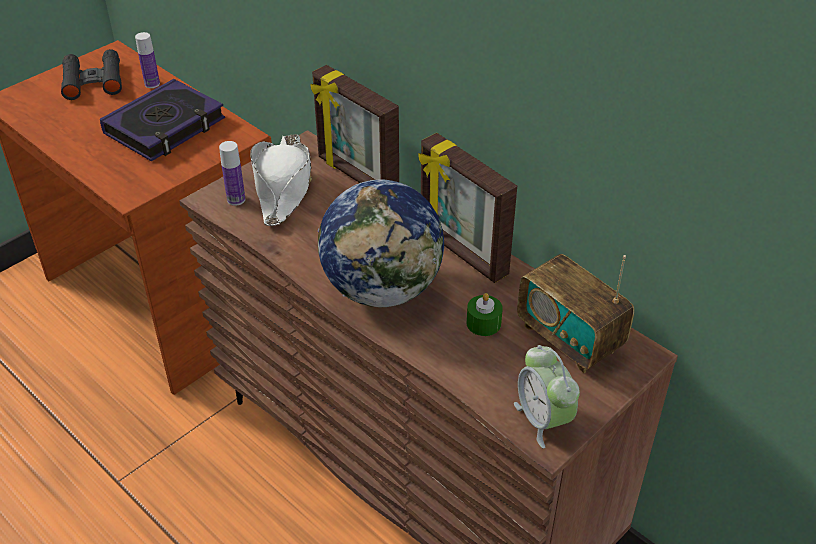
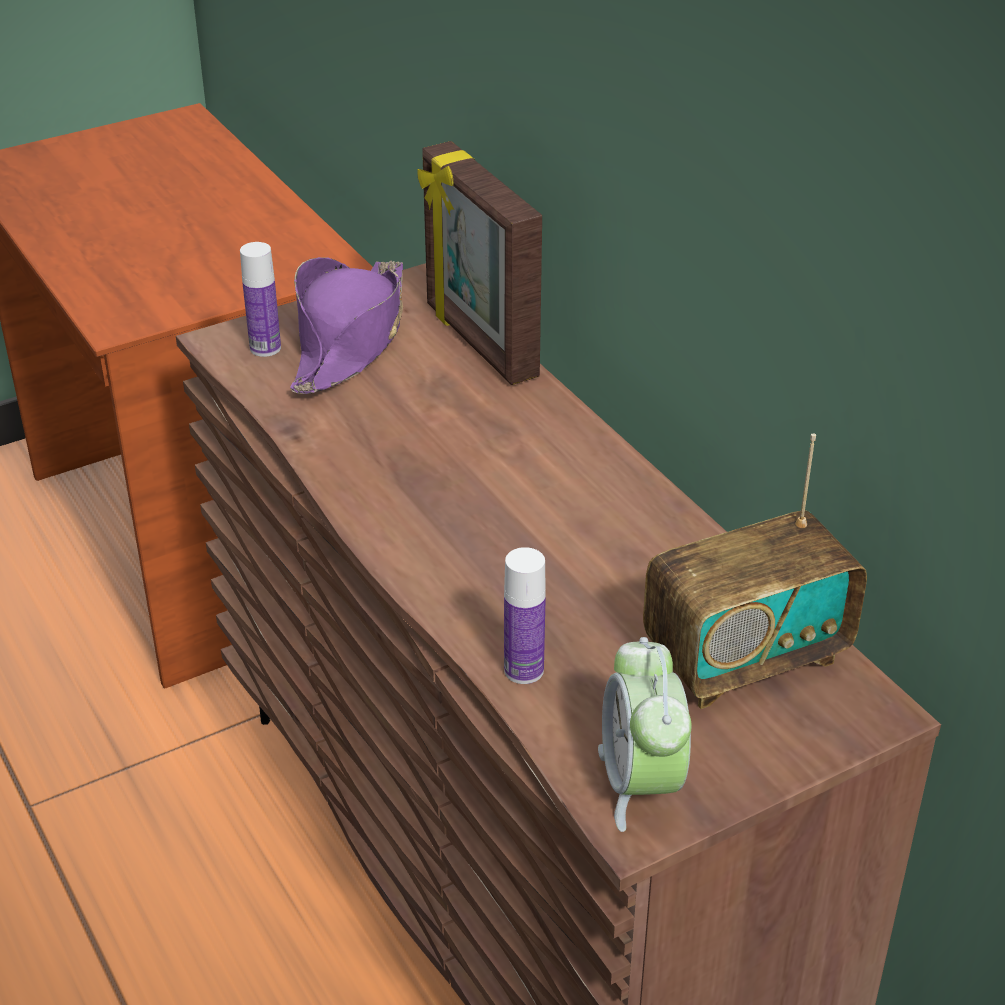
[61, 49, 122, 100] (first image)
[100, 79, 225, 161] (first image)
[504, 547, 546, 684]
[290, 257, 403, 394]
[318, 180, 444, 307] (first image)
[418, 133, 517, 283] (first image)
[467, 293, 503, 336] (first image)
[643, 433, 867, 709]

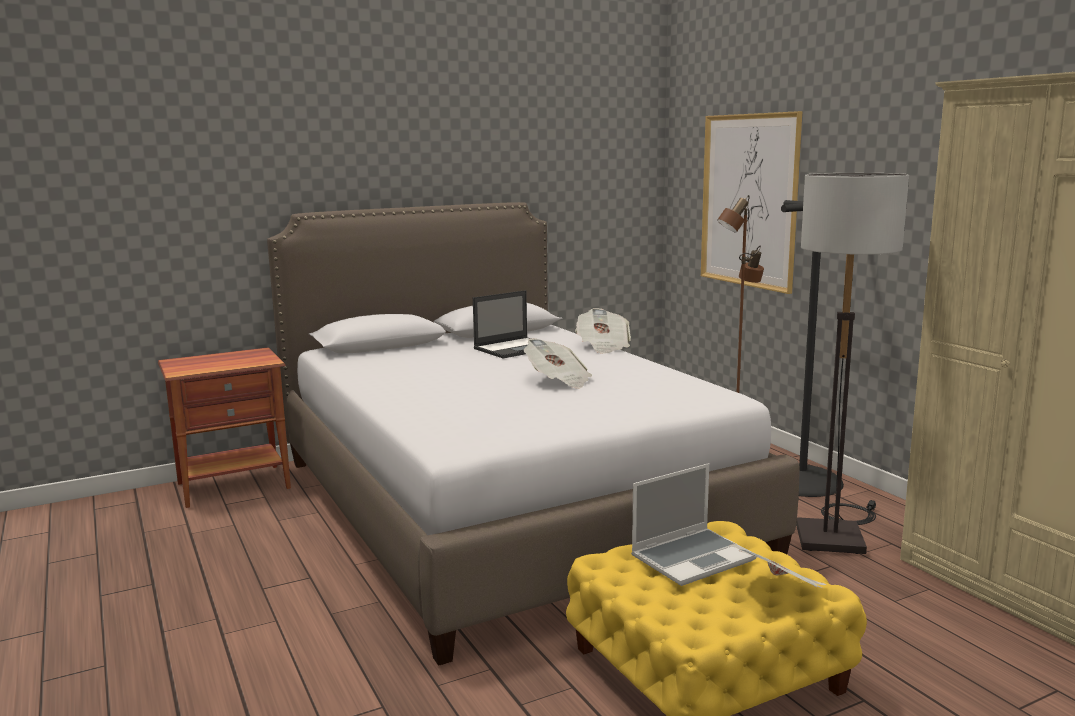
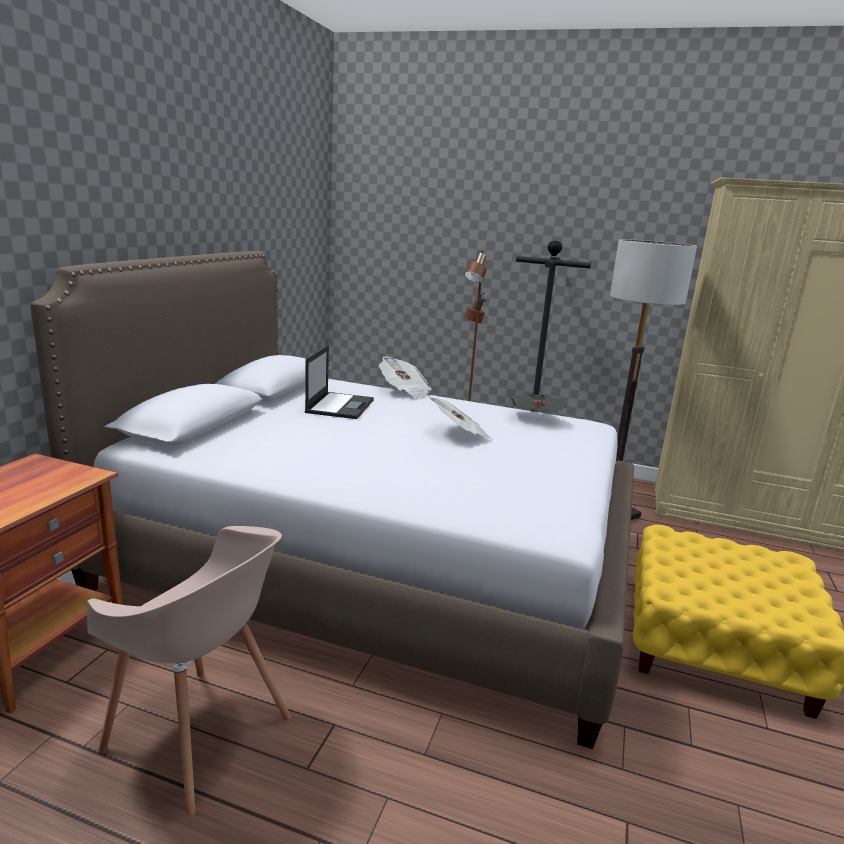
[631, 463, 757, 586] (first image)
[701, 111, 802, 294] (first image)
[509, 394, 567, 412]
[87, 526, 291, 816]

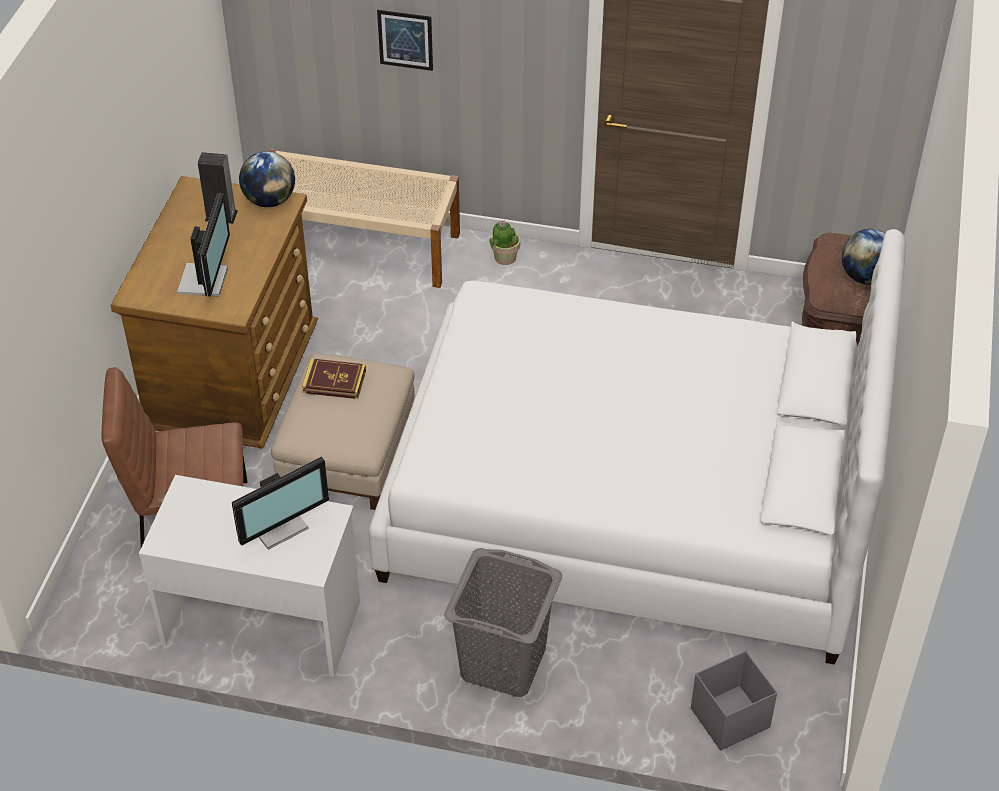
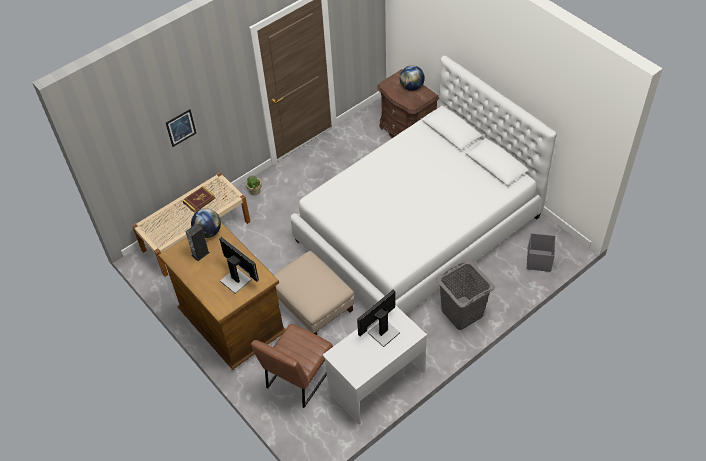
[357, 289, 400, 347]
[183, 186, 216, 213]

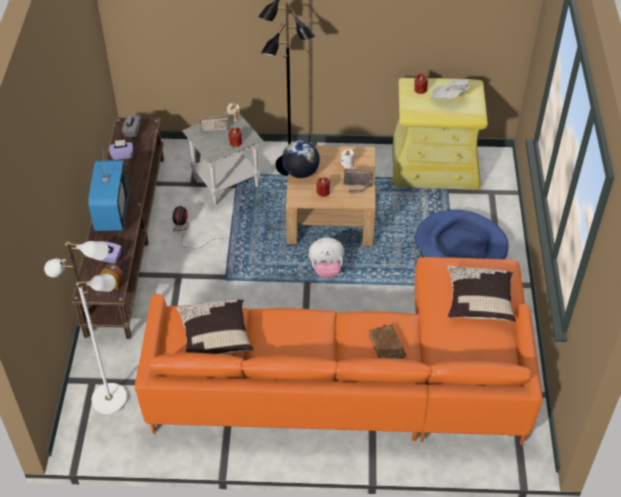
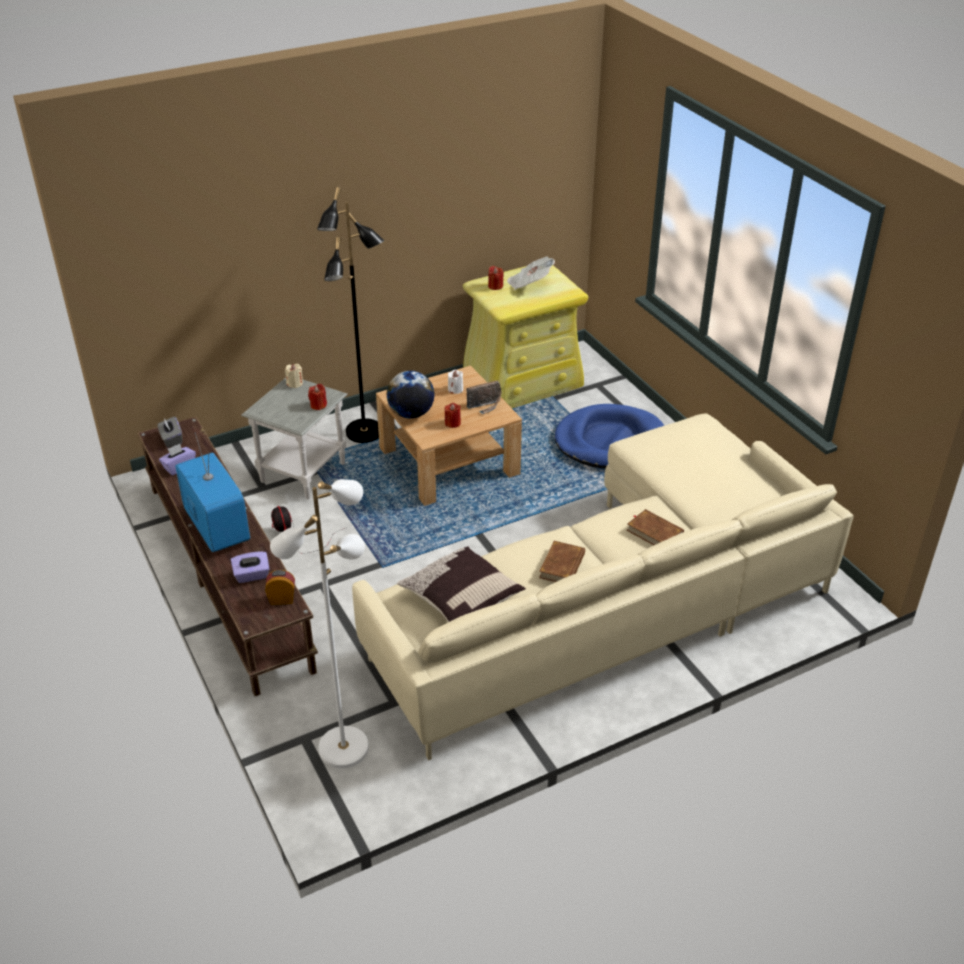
[352, 413, 854, 761]
[200, 115, 229, 133] (first image)
[309, 237, 344, 278] (first image)
[447, 266, 516, 322] (first image)
[539, 541, 585, 582]

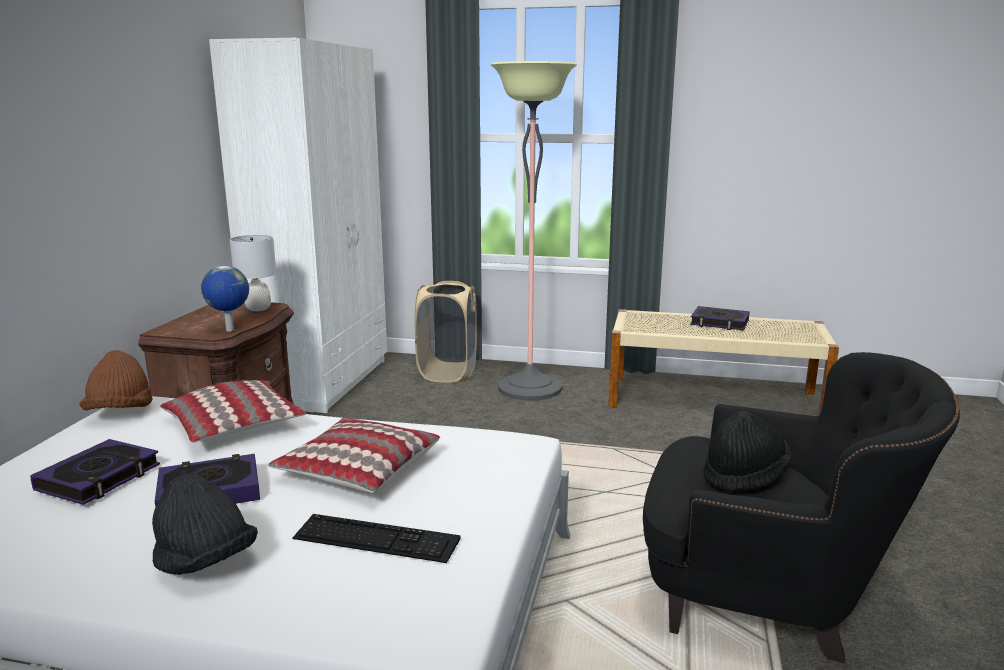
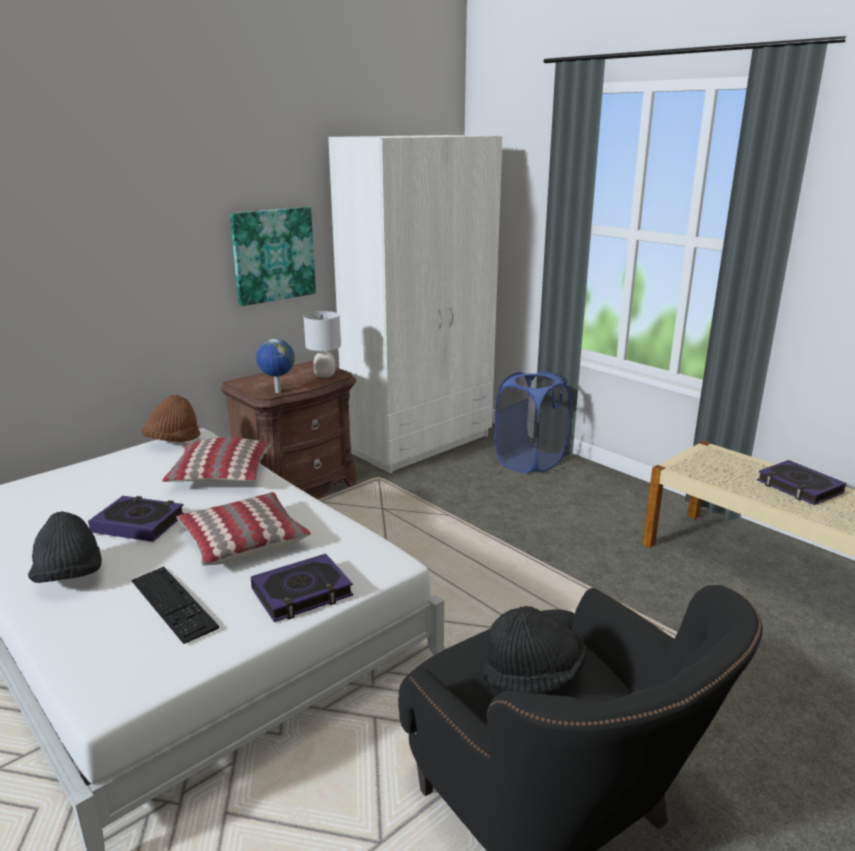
[251, 554, 353, 622]
[494, 371, 570, 473]
[491, 61, 577, 401] (first image)
[230, 207, 316, 306]

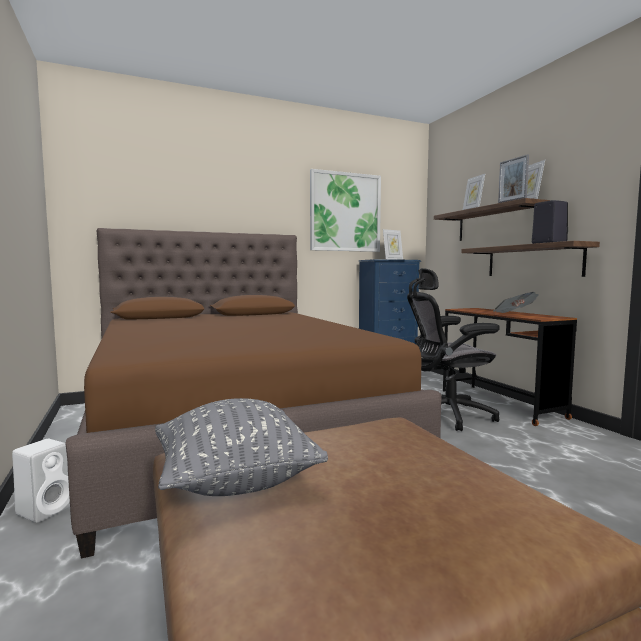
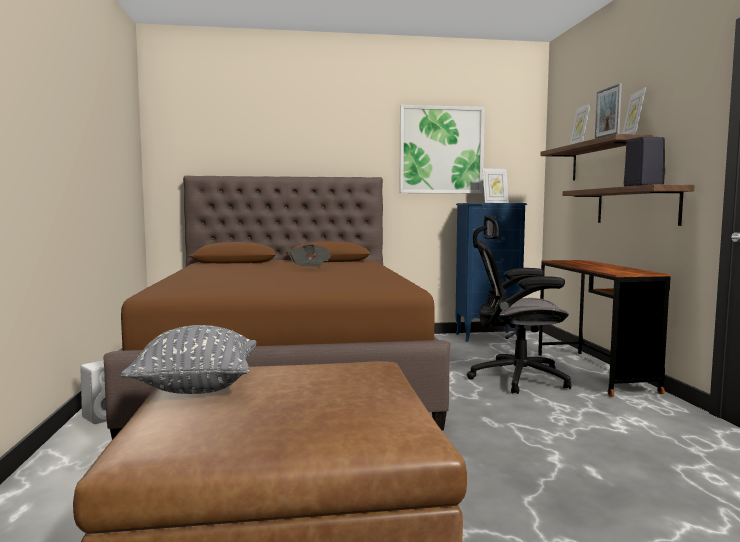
[288, 245, 332, 267]

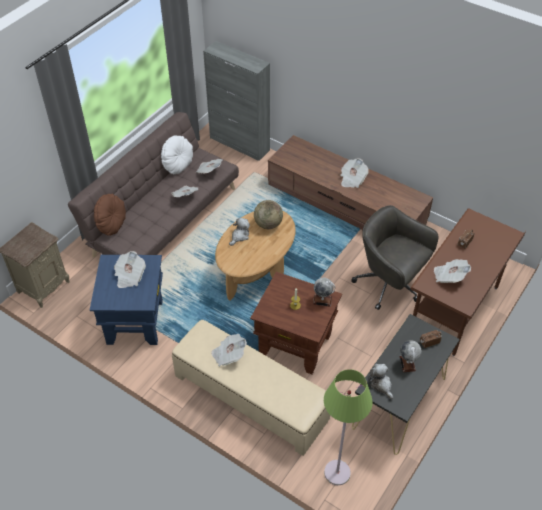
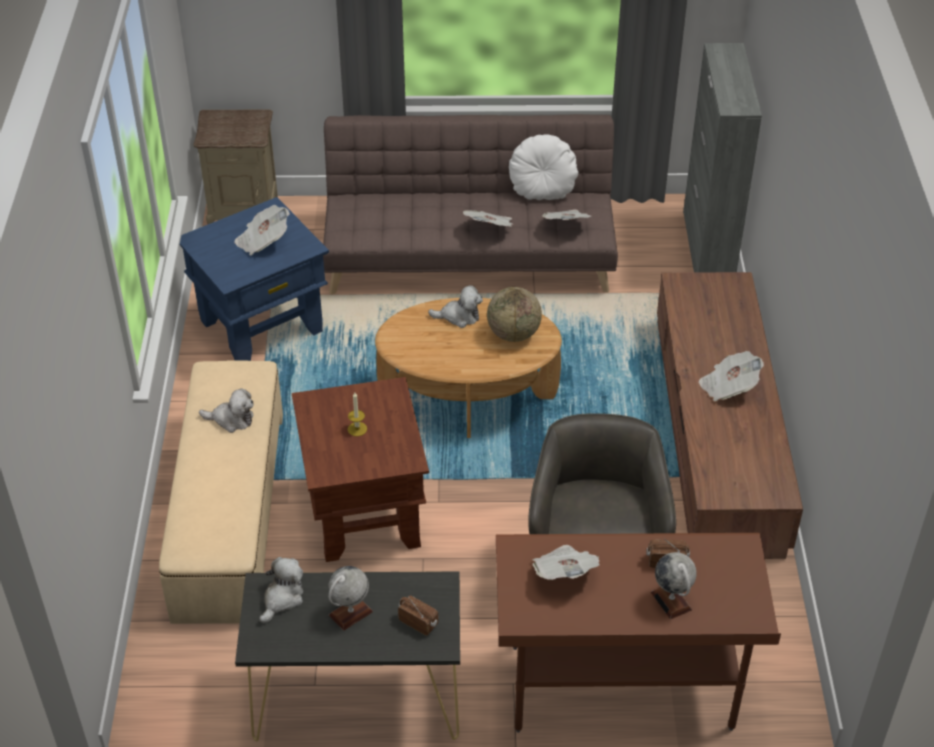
[94, 194, 126, 236] (first image)
[199, 388, 254, 433]
[651, 552, 696, 619]
[324, 369, 372, 485] (first image)

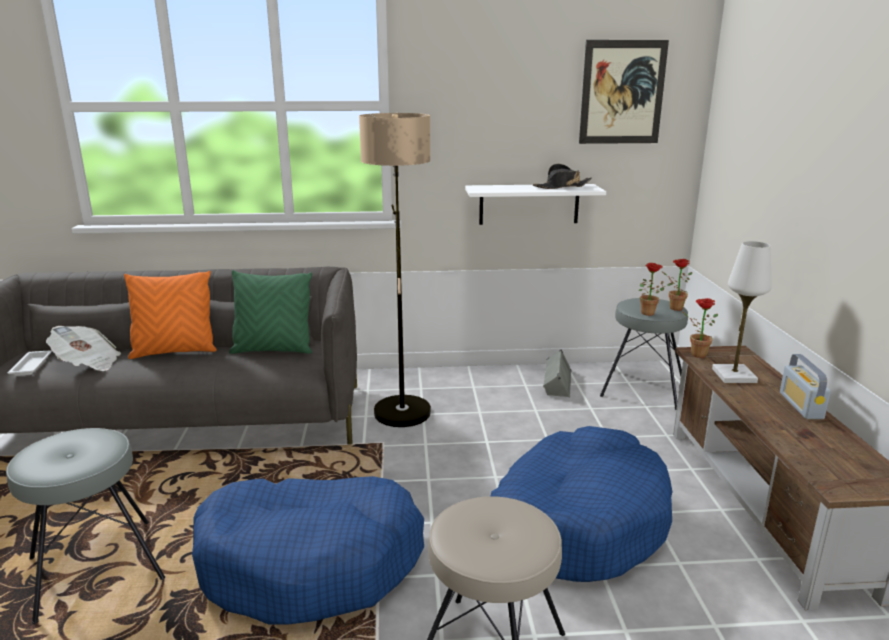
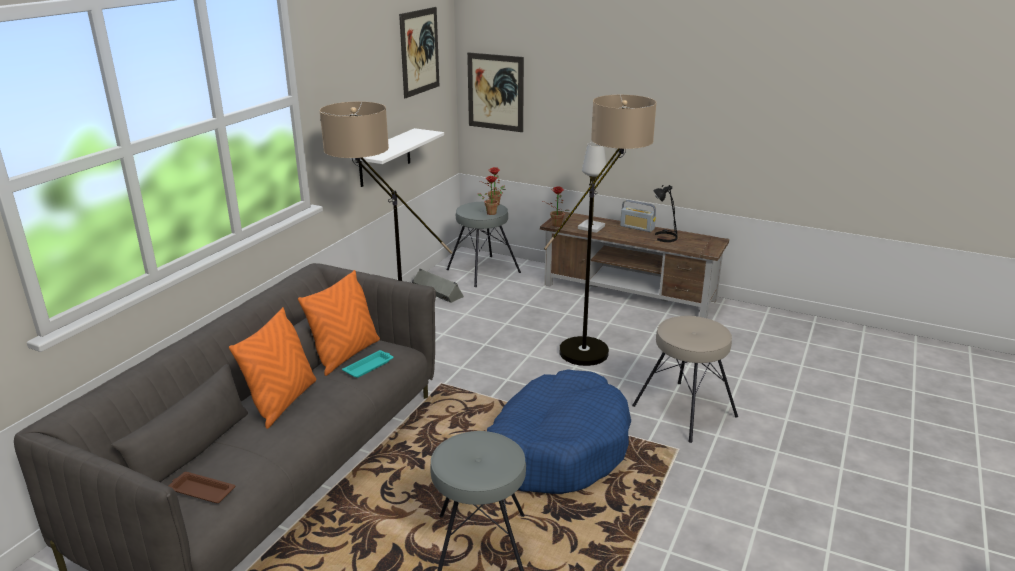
[169, 472, 235, 503]
[46, 326, 121, 371] (first image)
[298, 270, 380, 376]
[544, 95, 657, 366]
[533, 164, 592, 189] (first image)
[342, 350, 393, 378]
[467, 52, 524, 132]
[653, 185, 678, 242]

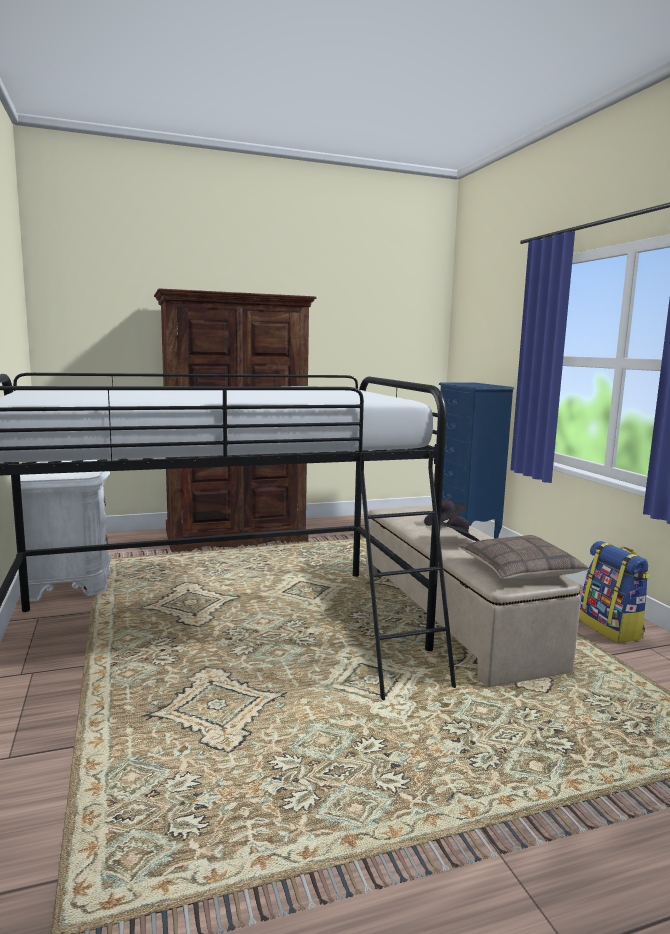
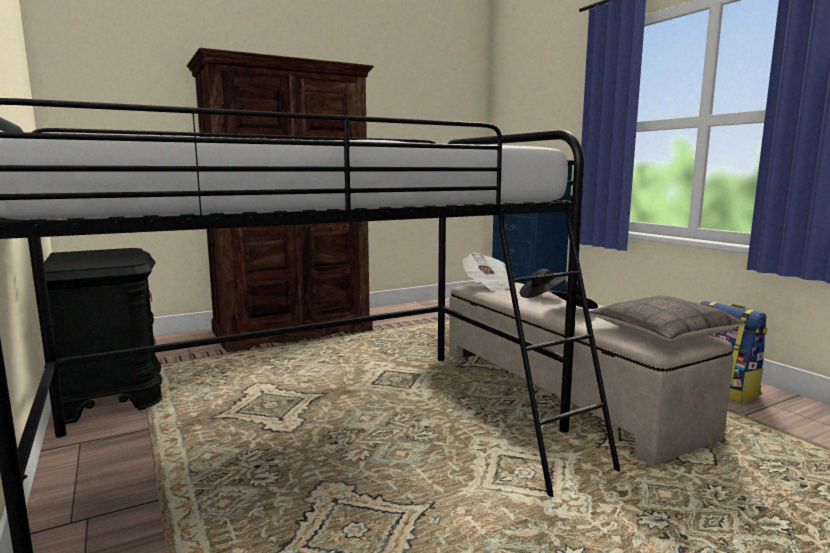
[44, 248, 162, 424]
[462, 253, 510, 292]

